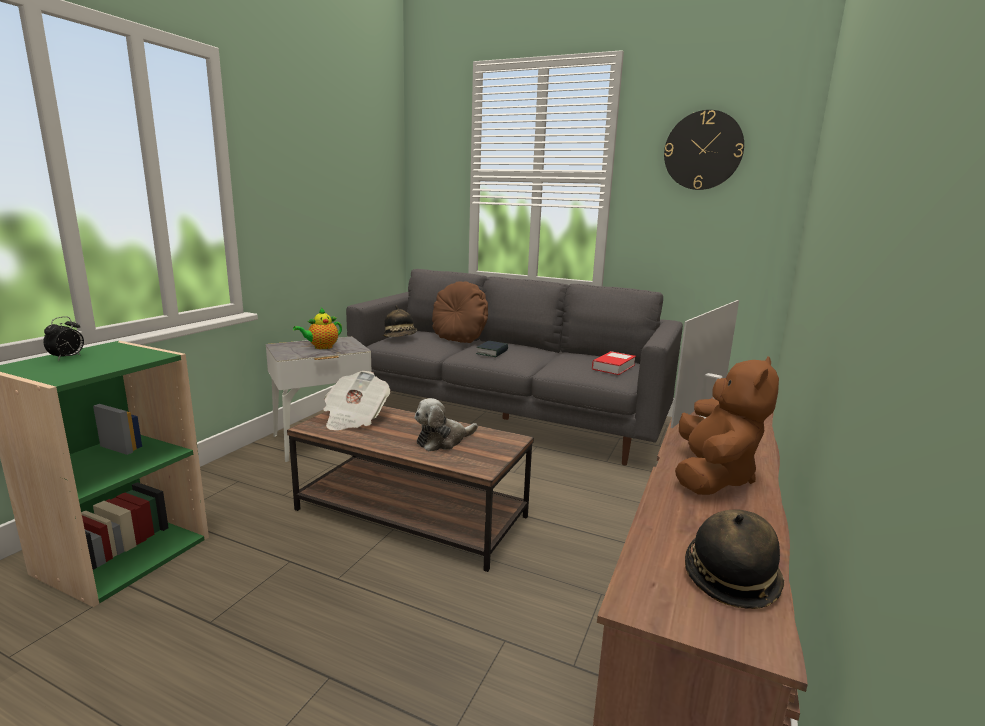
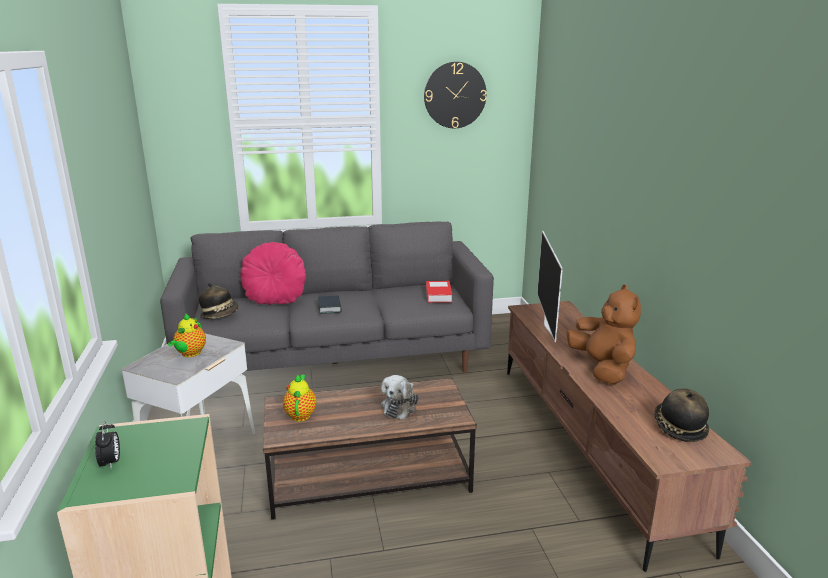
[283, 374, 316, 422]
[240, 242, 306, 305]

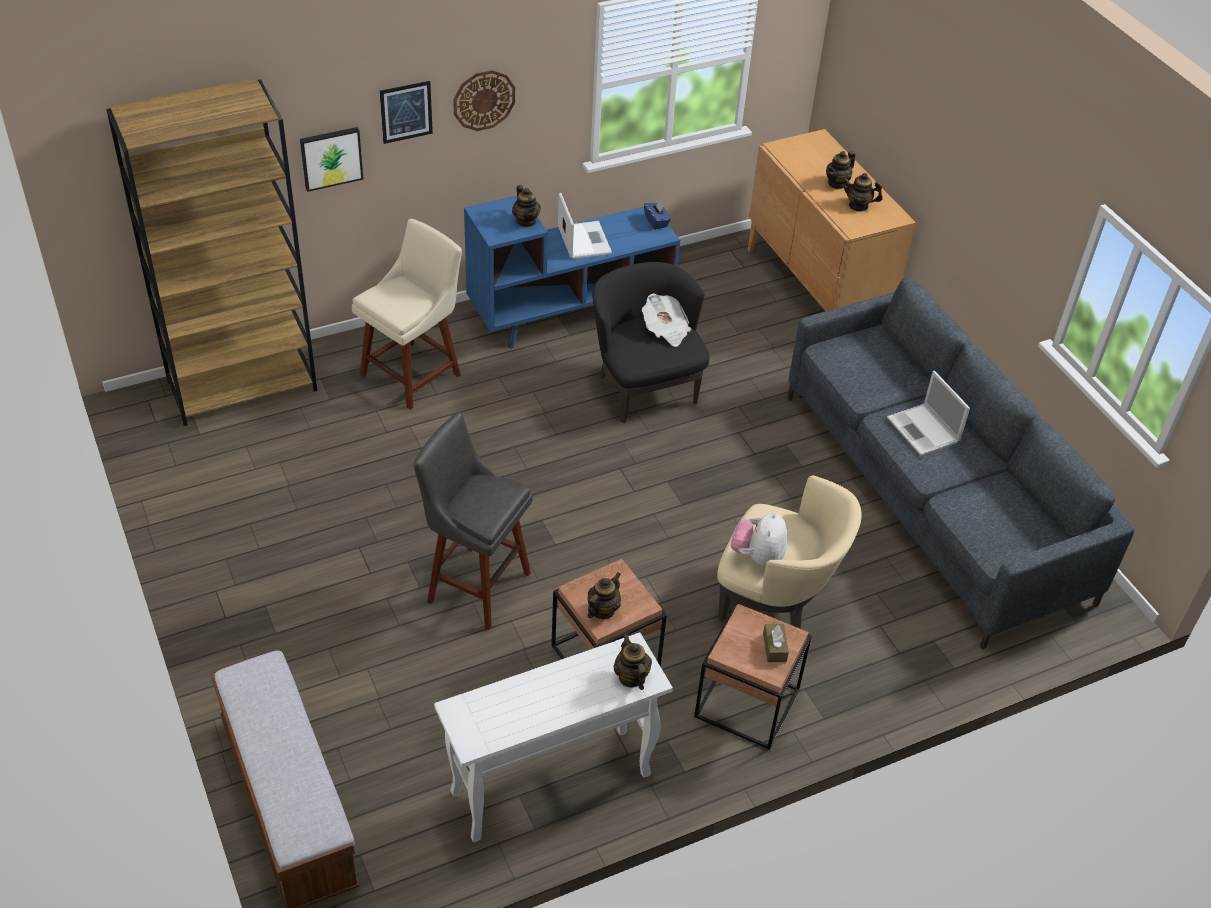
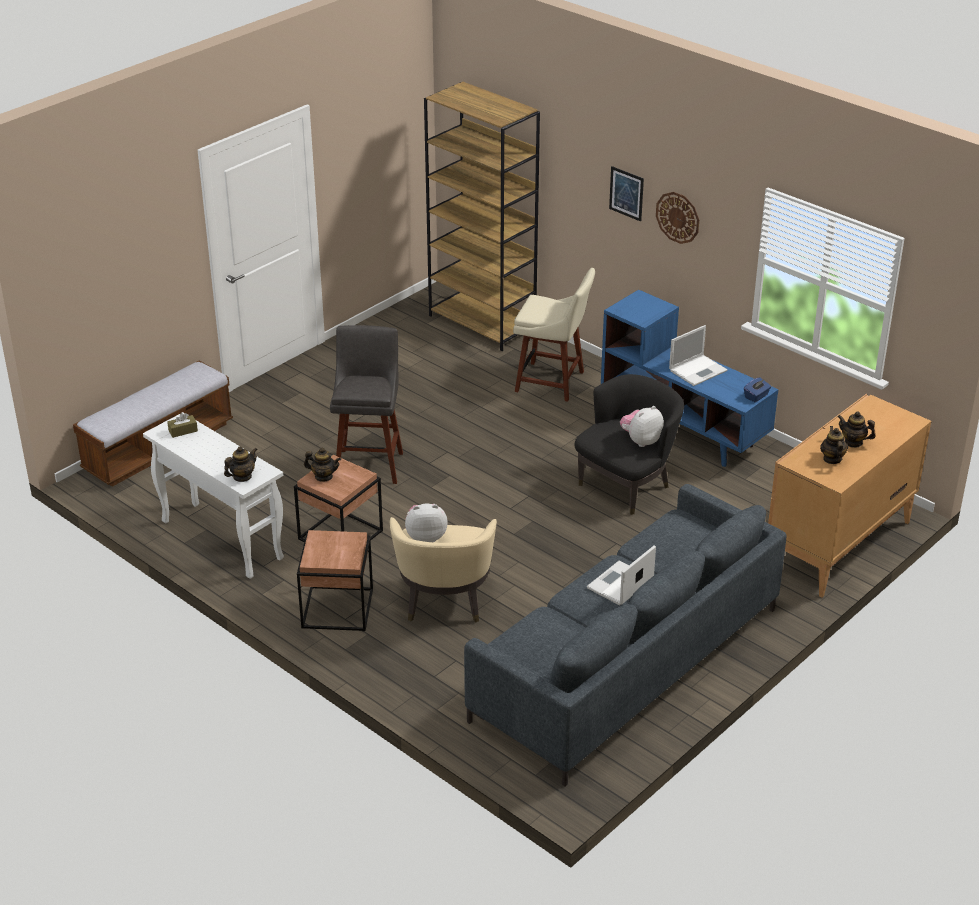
[300, 127, 363, 192] (first image)
[512, 185, 541, 227] (first image)
[620, 406, 664, 447]
[167, 413, 198, 438]

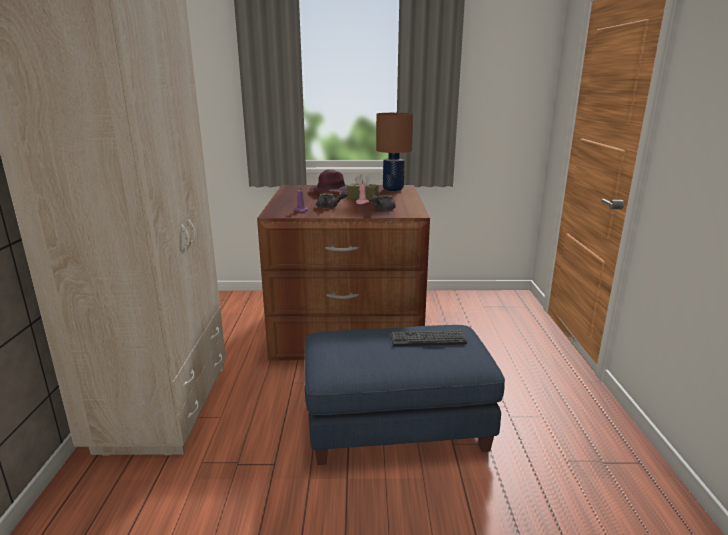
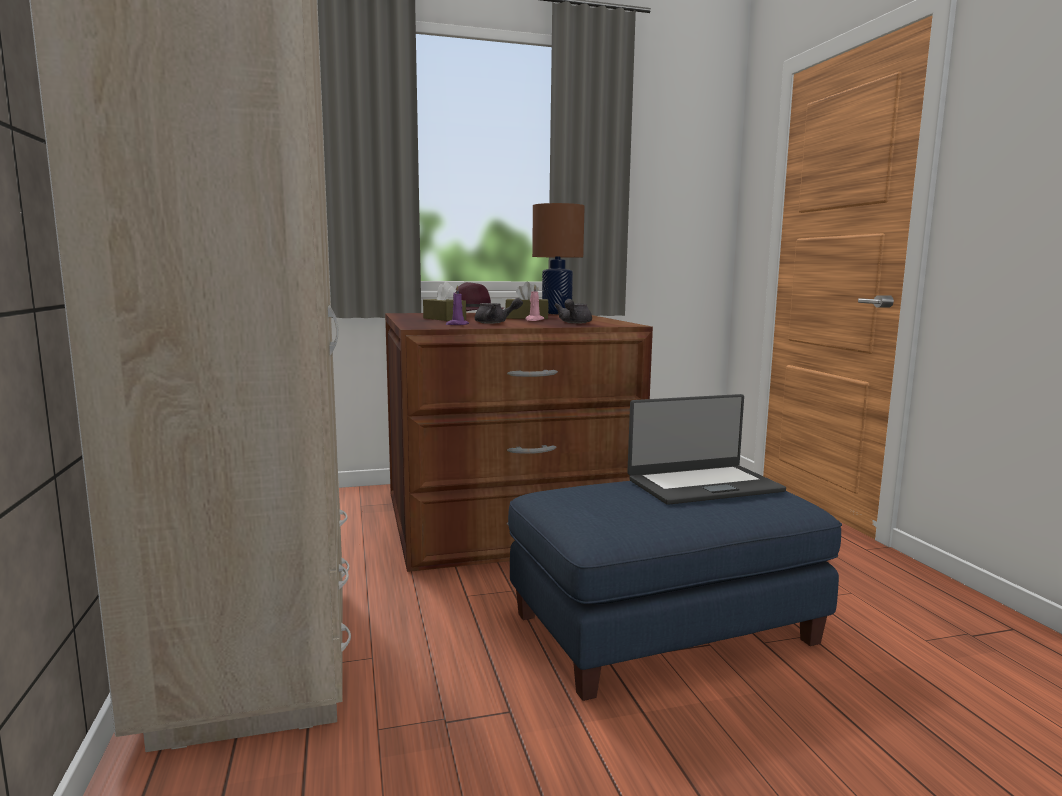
[627, 394, 786, 505]
[423, 281, 466, 321]

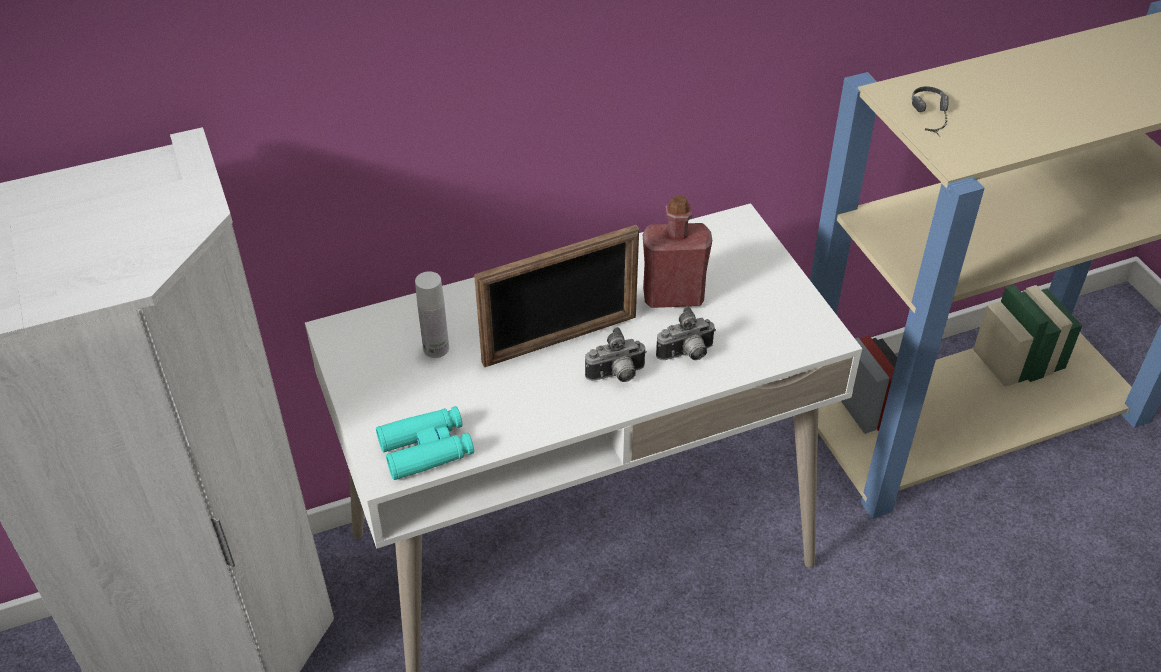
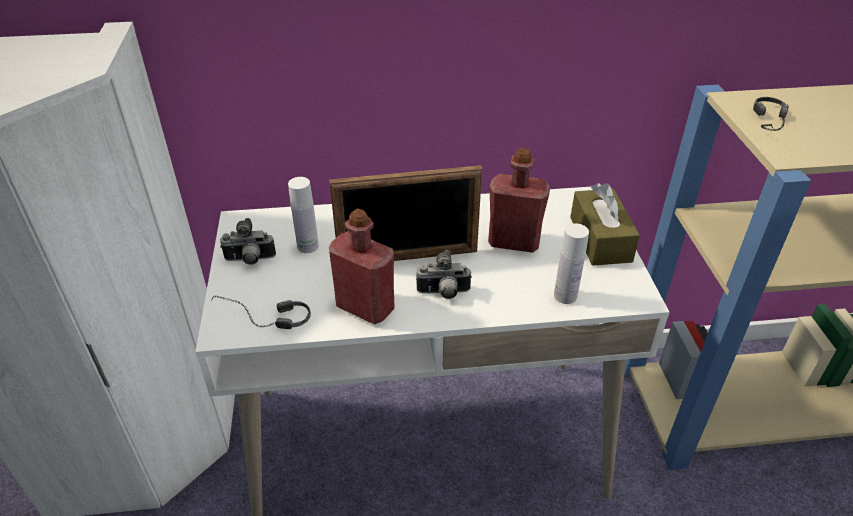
[211, 295, 311, 329]
[220, 218, 276, 265]
[329, 209, 394, 324]
[554, 223, 589, 304]
[570, 183, 640, 266]

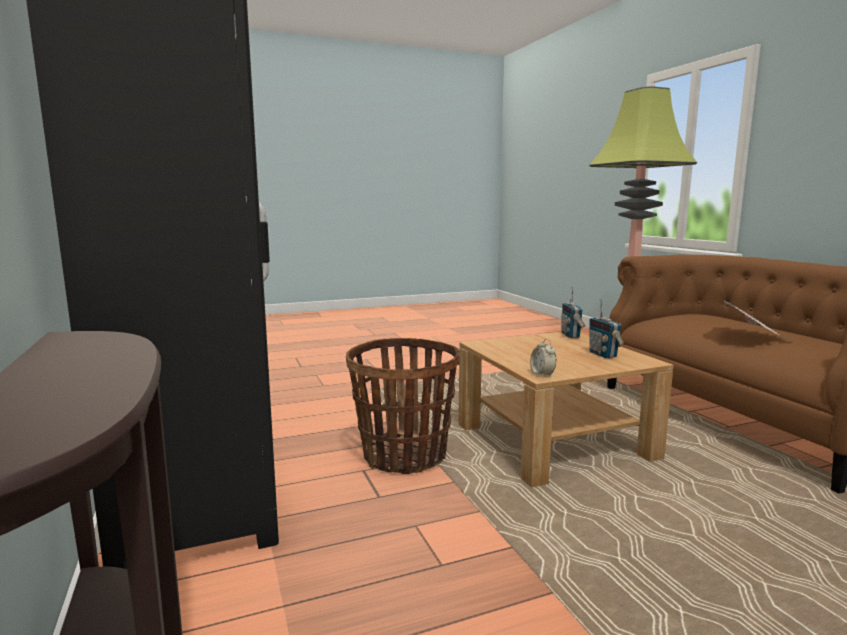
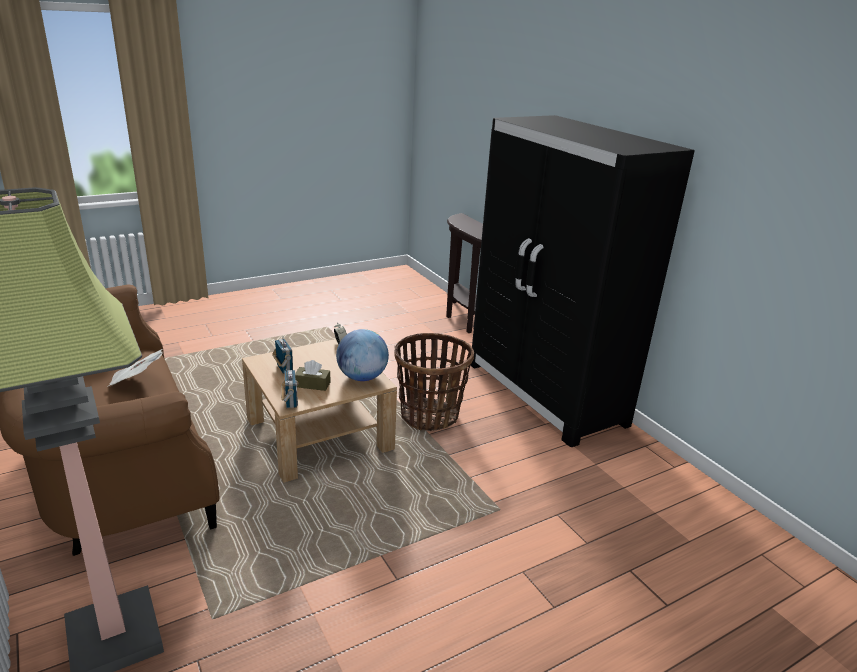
[295, 360, 330, 391]
[336, 329, 389, 381]

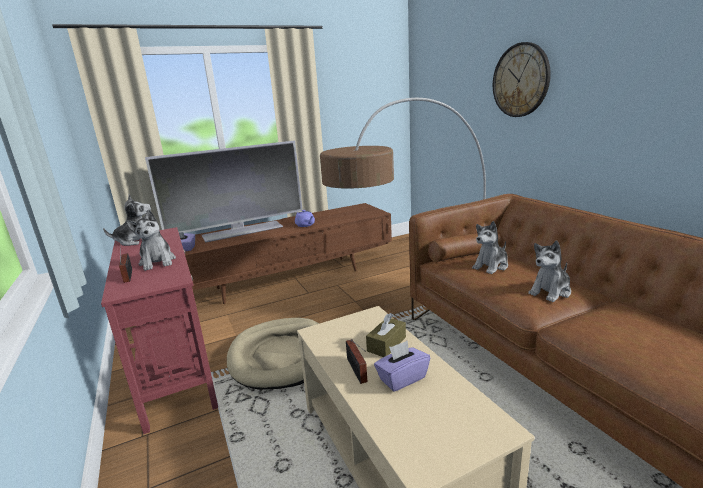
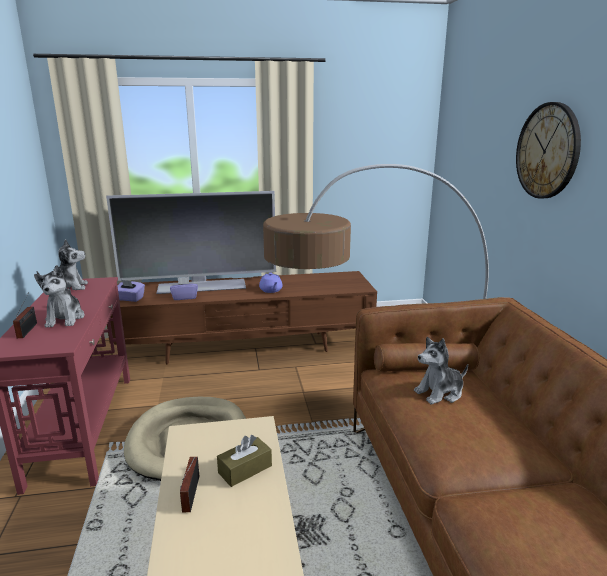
[170, 277, 198, 300]
[528, 241, 571, 302] (first image)

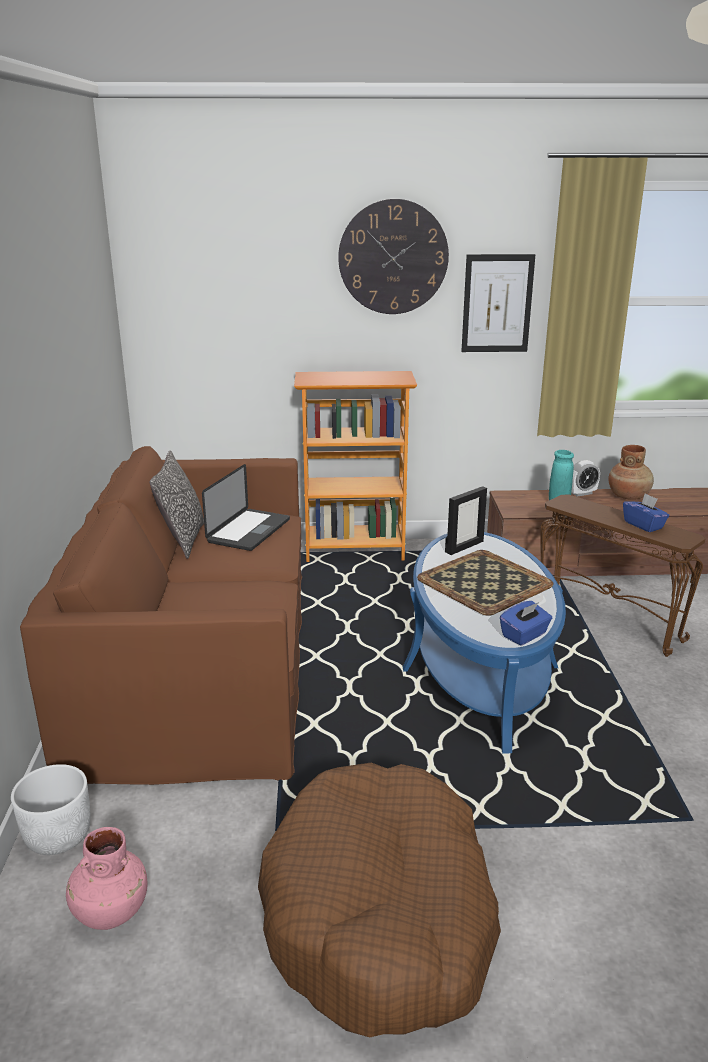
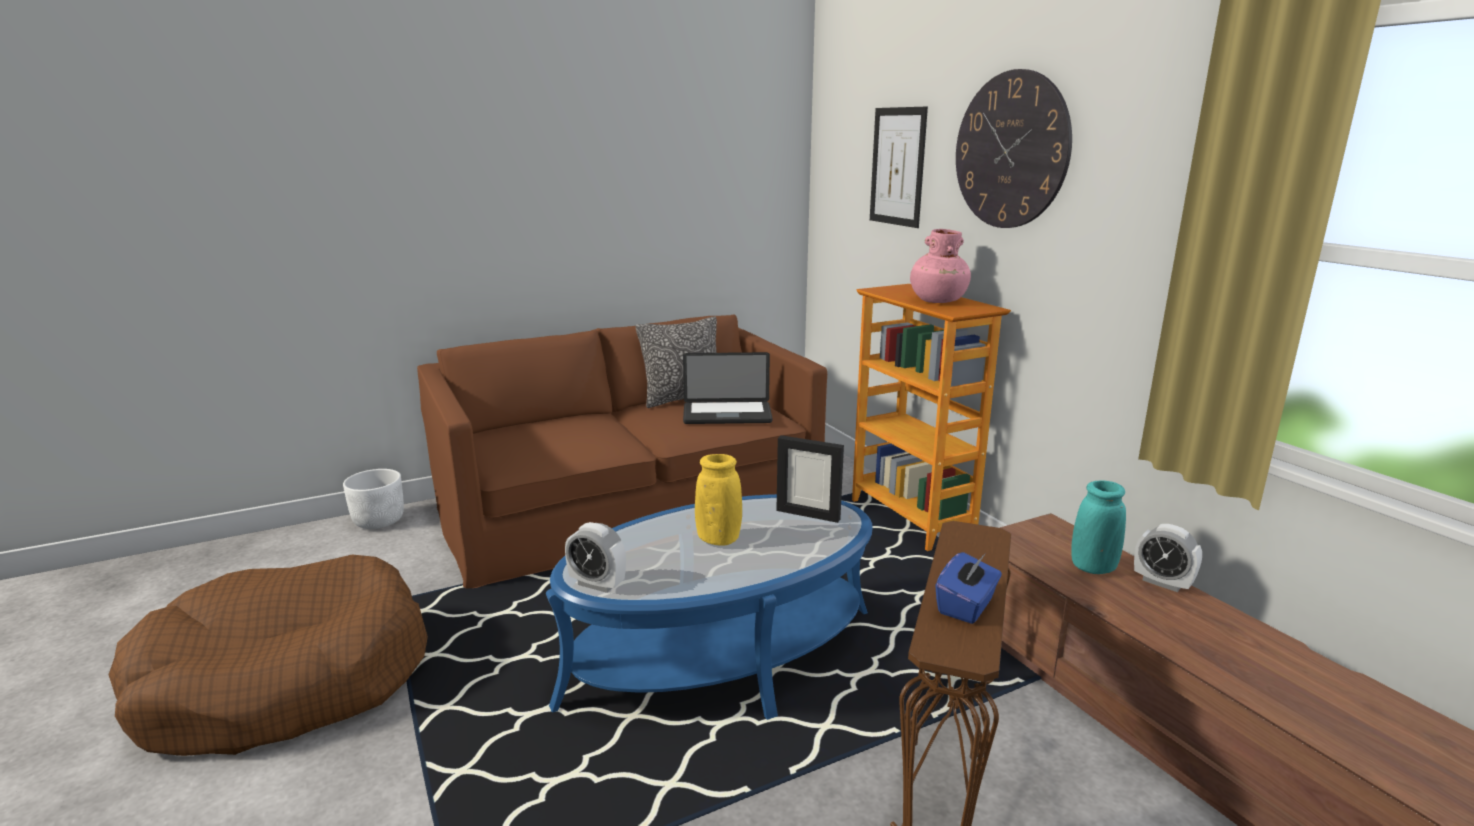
[910, 229, 971, 303]
[695, 454, 742, 546]
[870, 107, 928, 228]
[565, 522, 626, 593]
[608, 445, 654, 500] (first image)

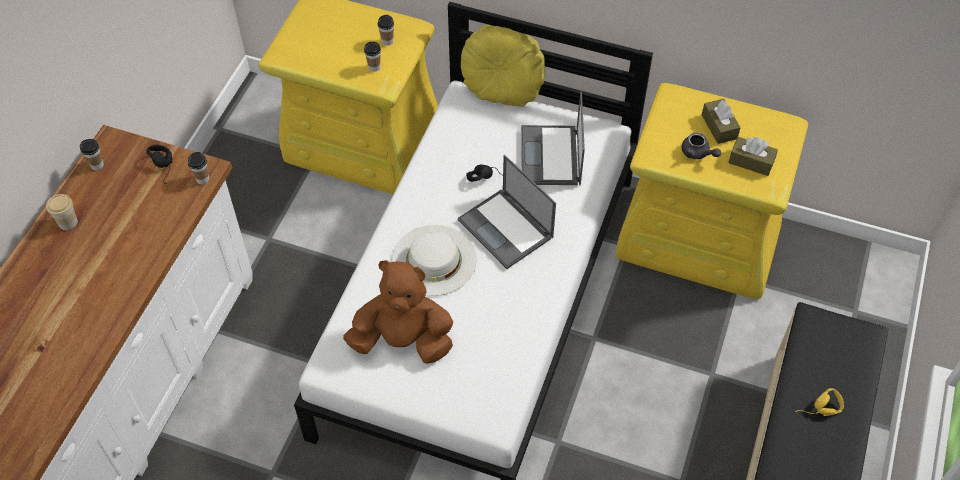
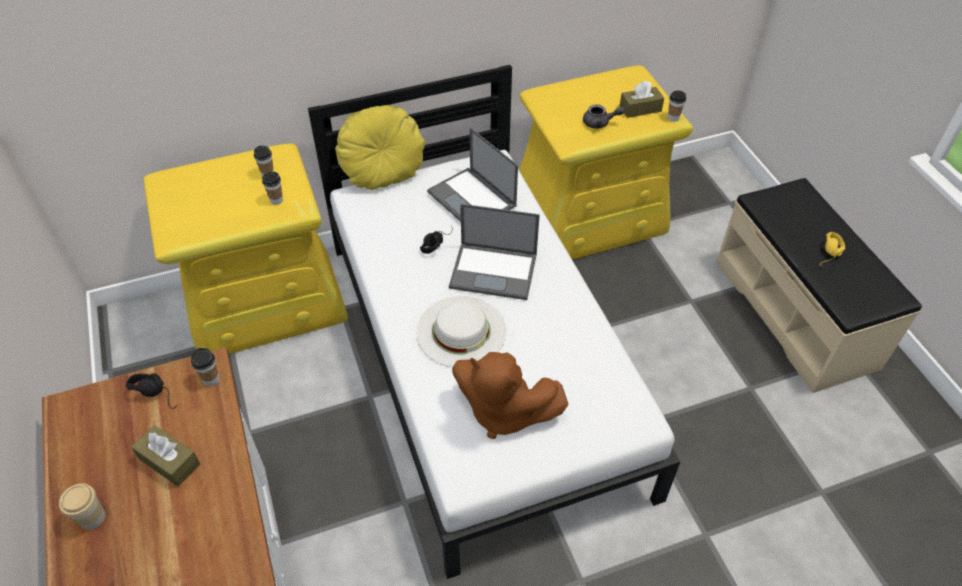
[668, 91, 686, 122]
[452, 352, 569, 439]
[131, 425, 200, 487]

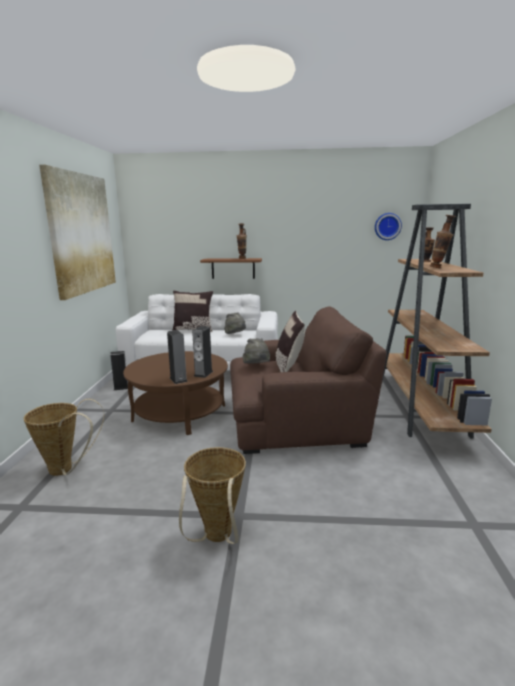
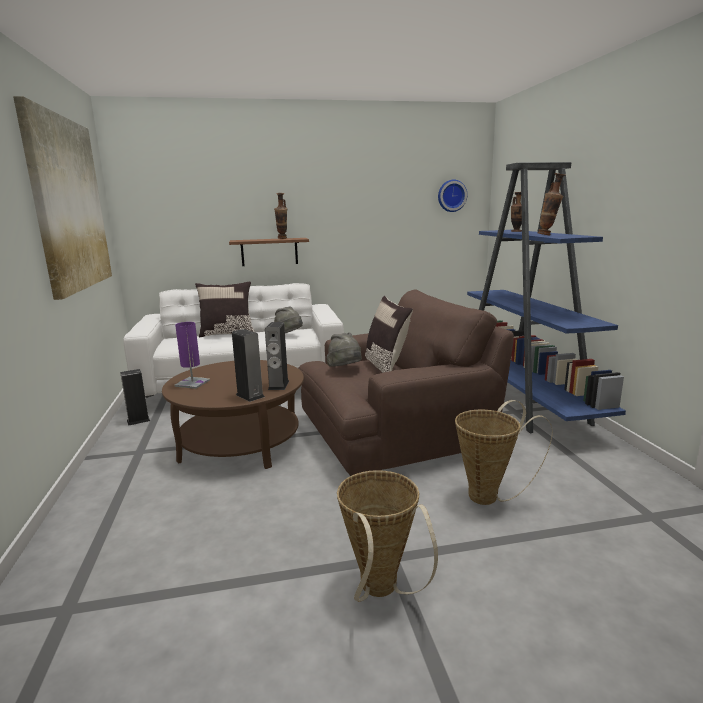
[455, 400, 553, 505]
[467, 162, 626, 433]
[175, 322, 210, 389]

